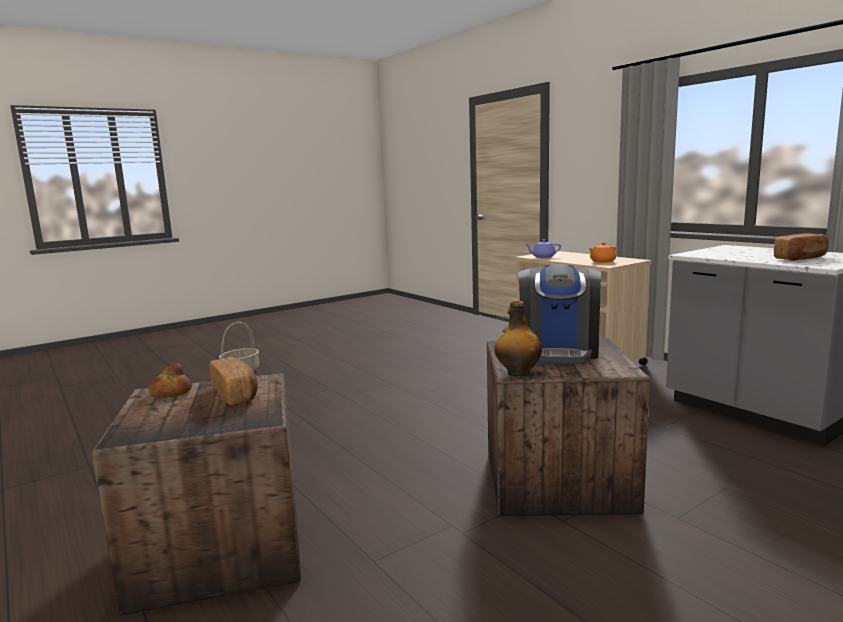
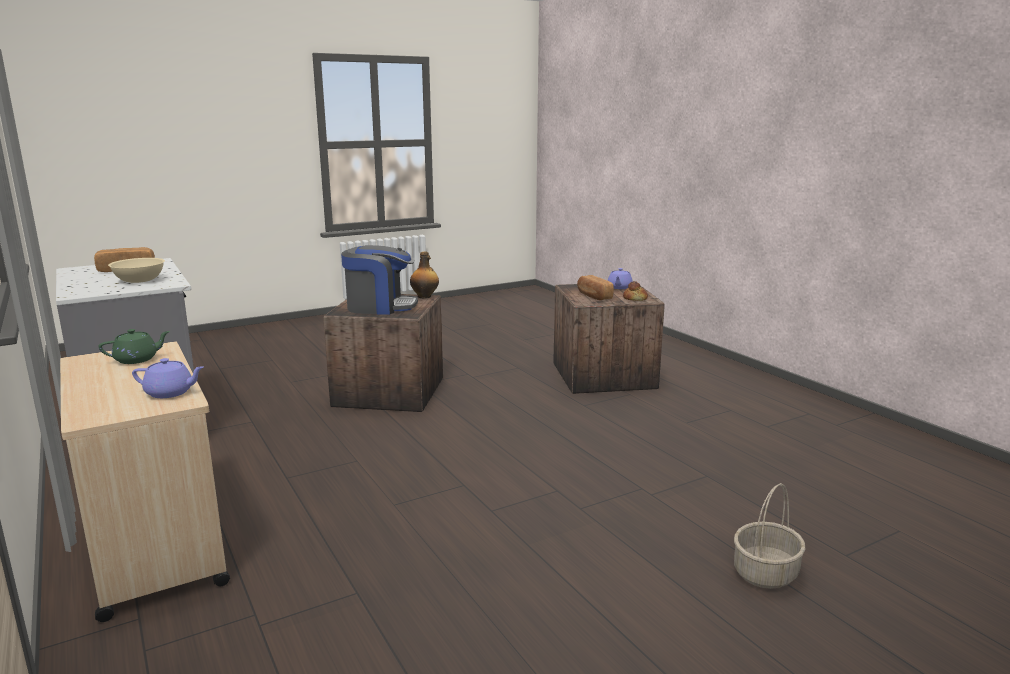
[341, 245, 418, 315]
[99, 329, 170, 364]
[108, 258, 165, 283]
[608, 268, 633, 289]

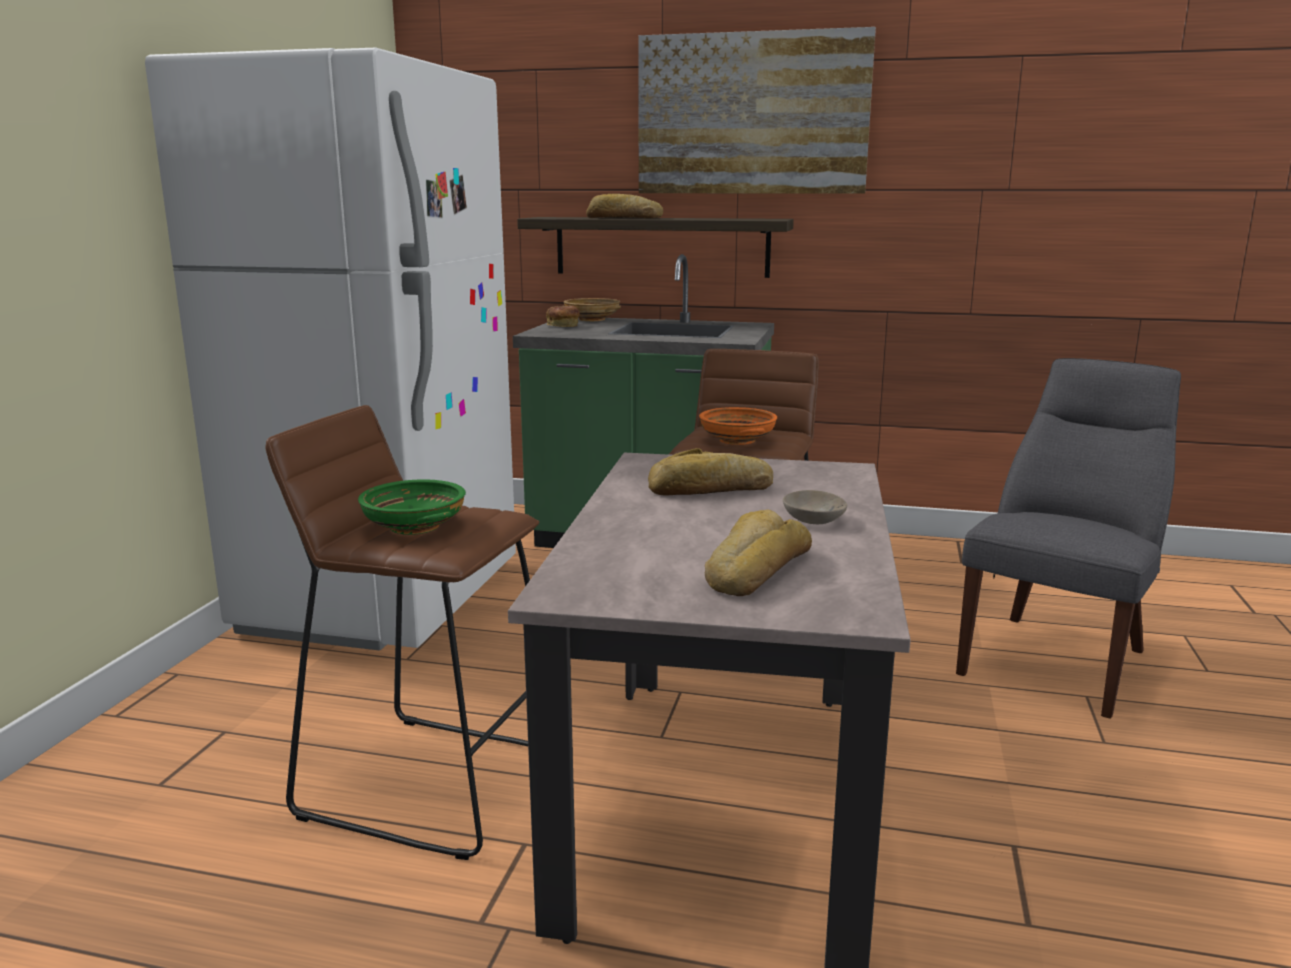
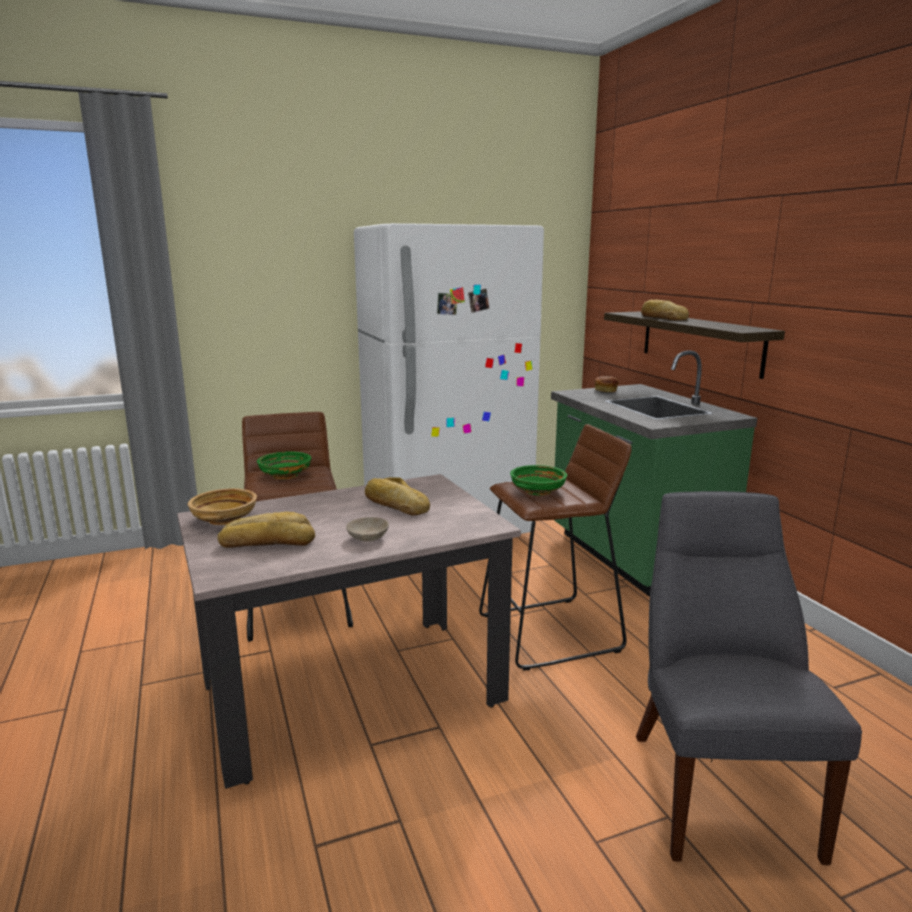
[187, 488, 257, 525]
[638, 27, 876, 194] (first image)
[510, 465, 567, 495]
[636, 491, 862, 865]

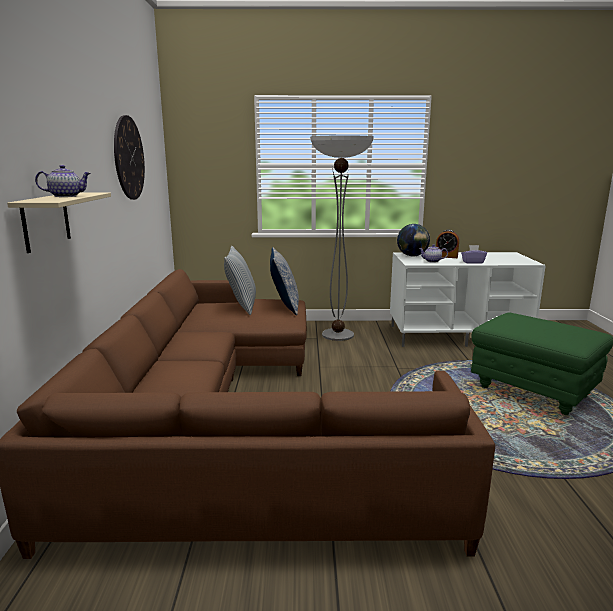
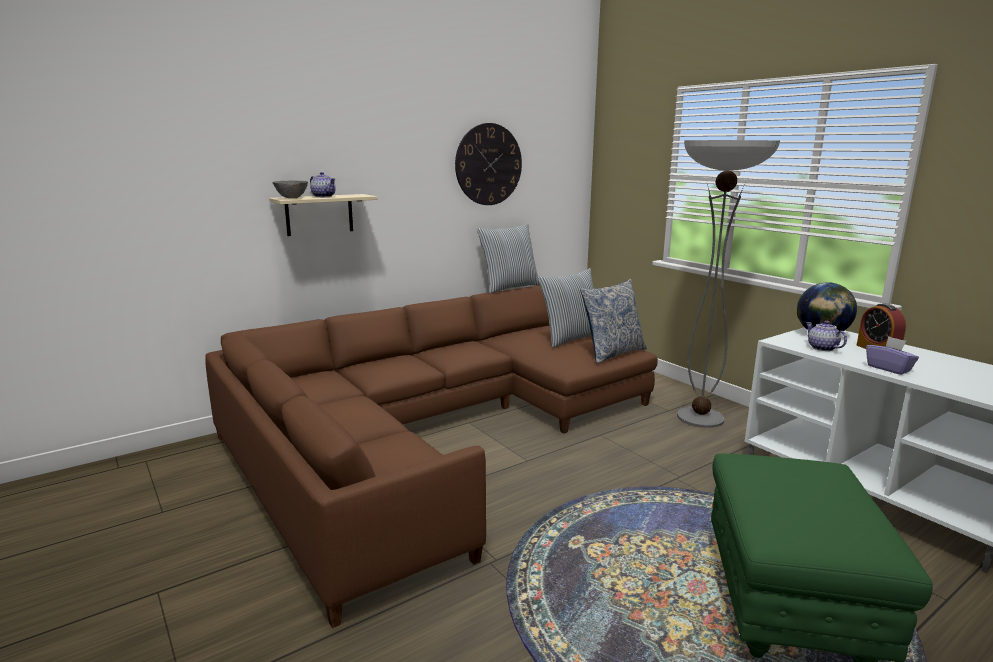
[272, 180, 308, 198]
[476, 223, 540, 294]

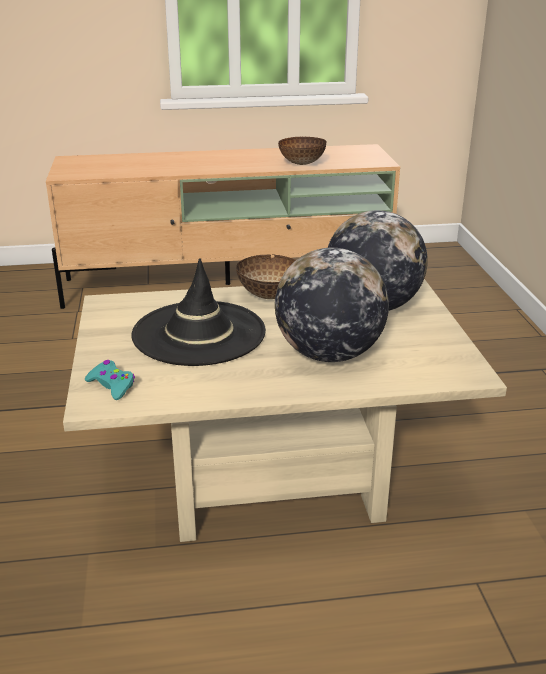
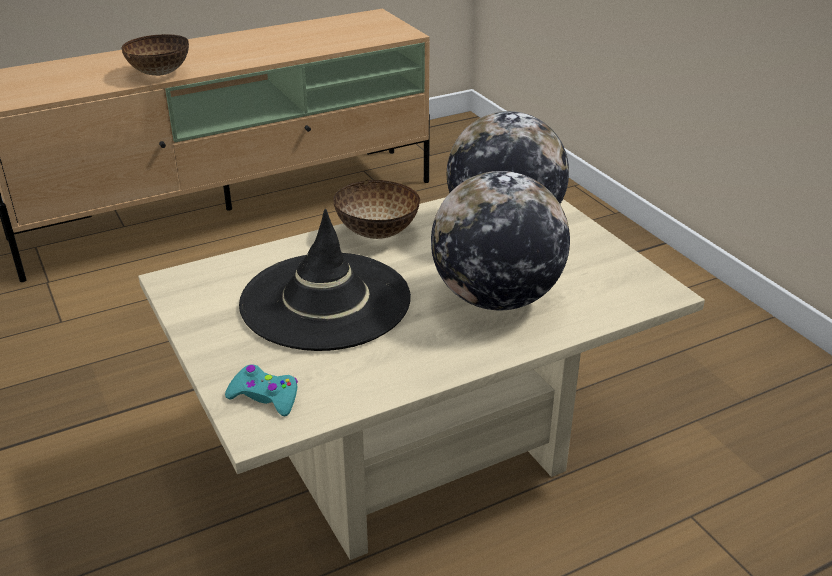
[121, 34, 189, 76]

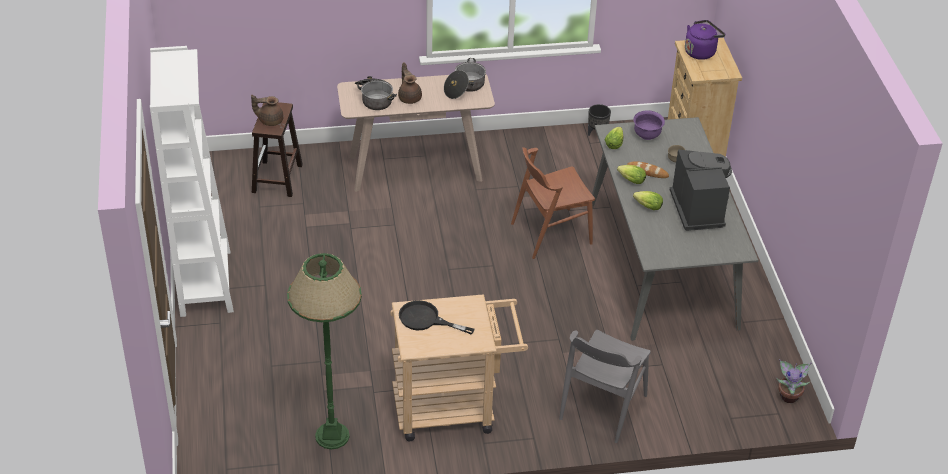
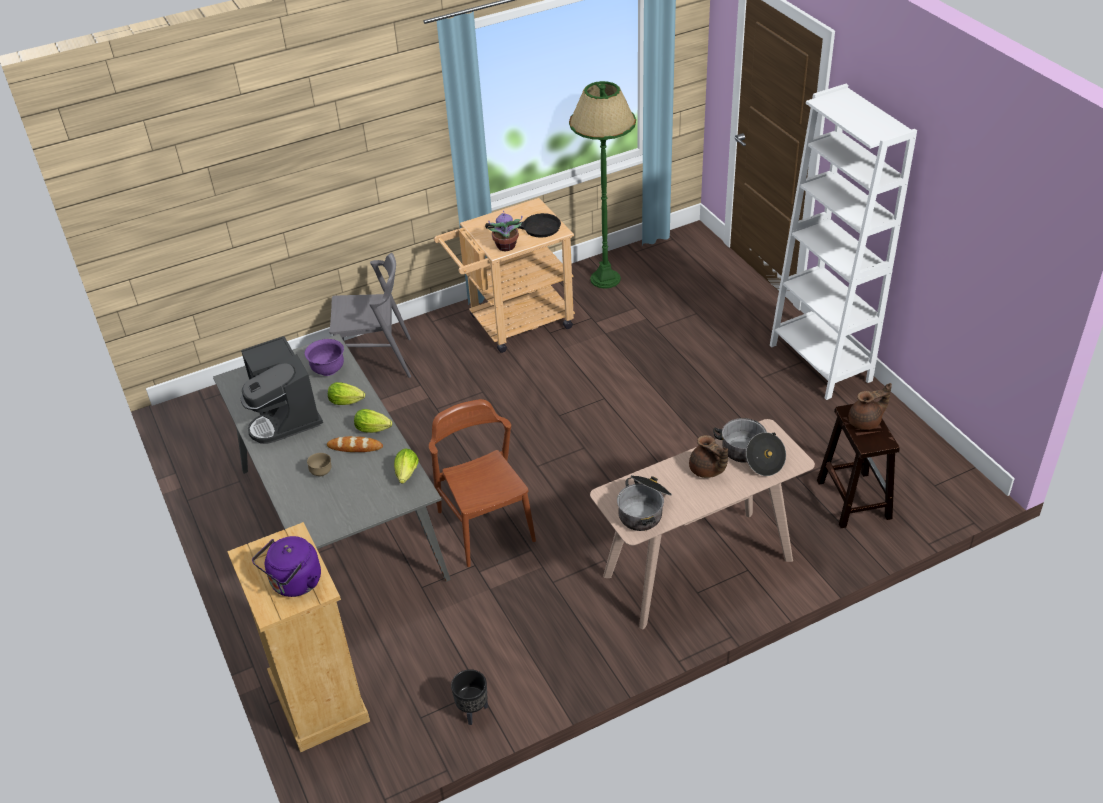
[429, 399, 536, 567]
[329, 253, 411, 378]
[305, 339, 344, 376]
[487, 211, 523, 251]

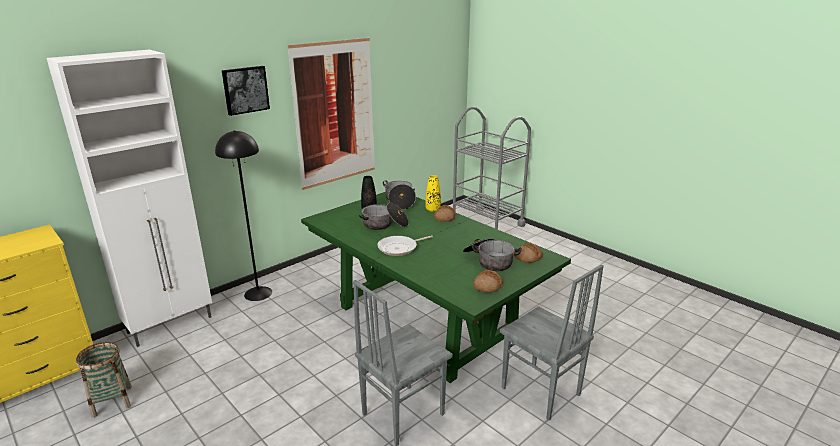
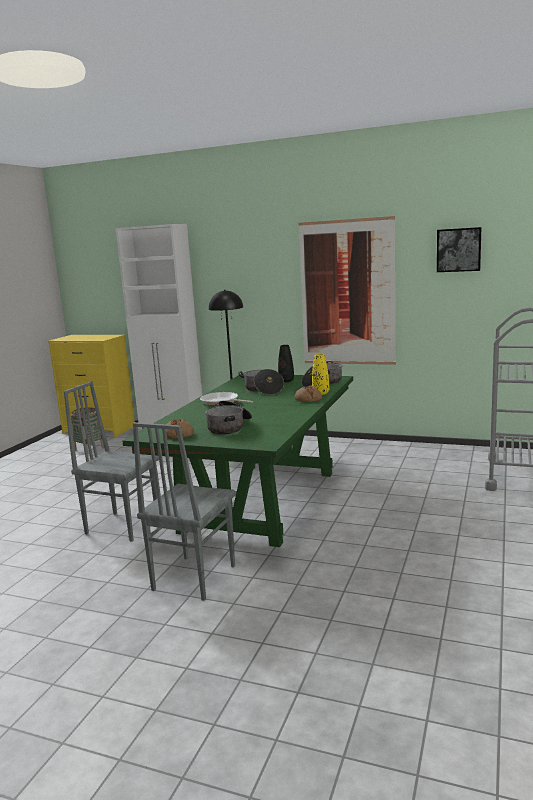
[437, 227, 481, 272]
[515, 243, 543, 263] (first image)

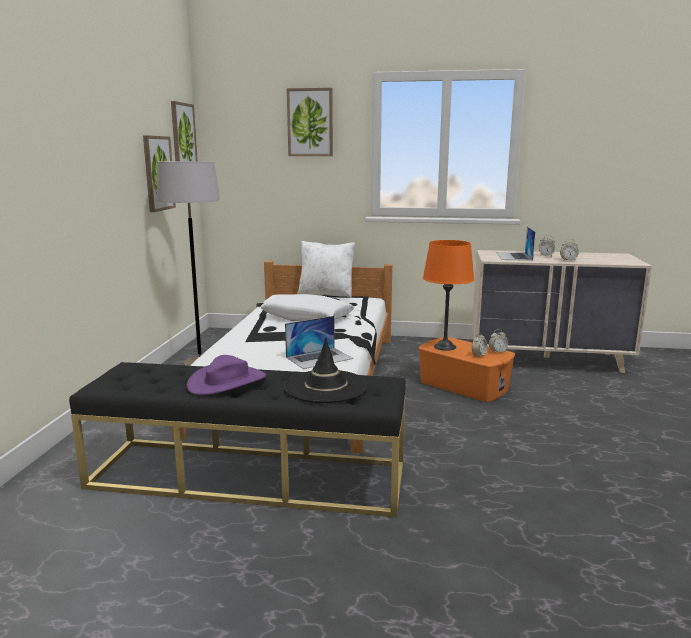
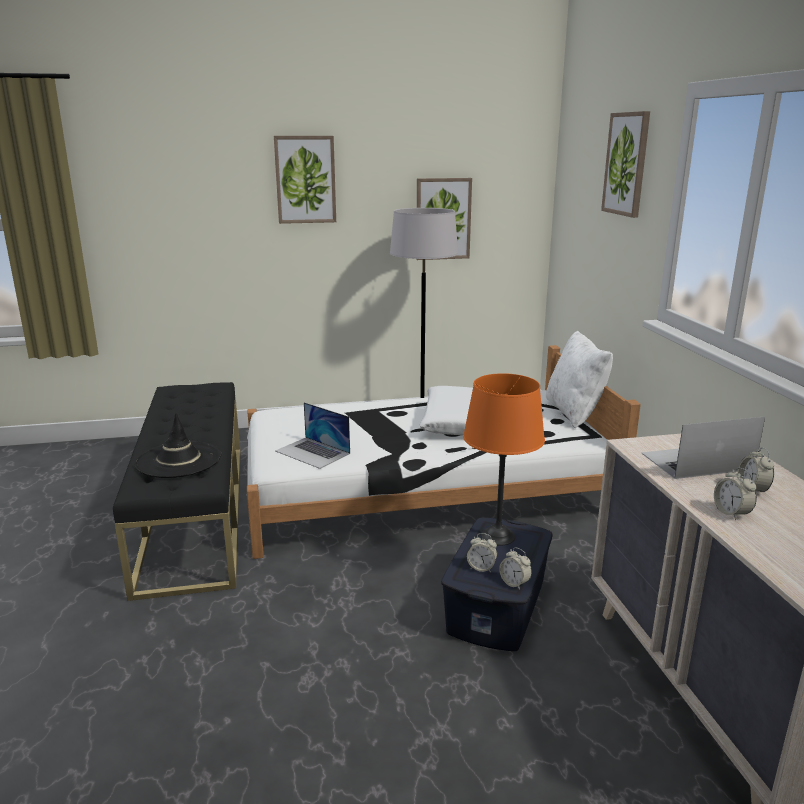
[274, 136, 336, 224]
[187, 355, 266, 395] (first image)
[441, 518, 553, 651]

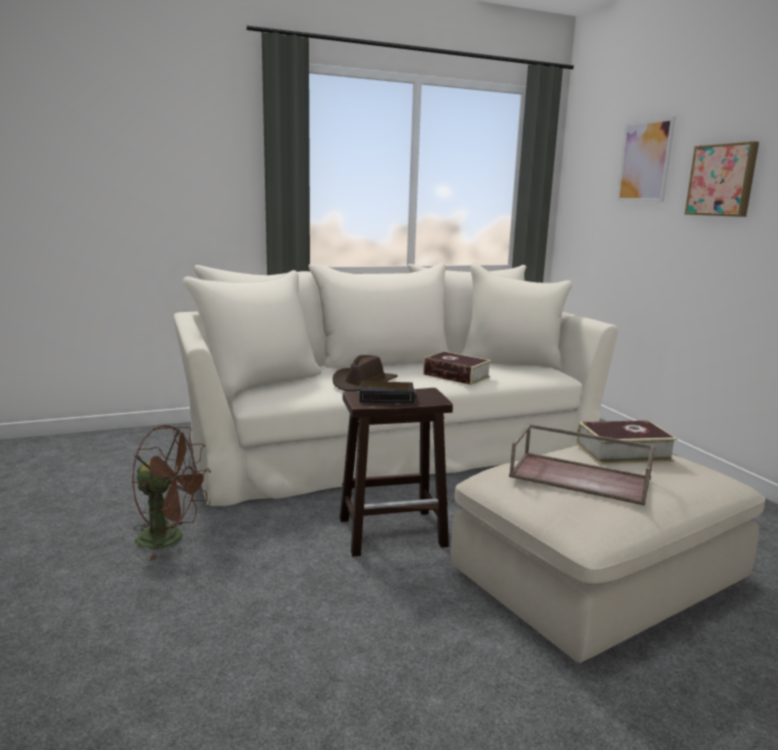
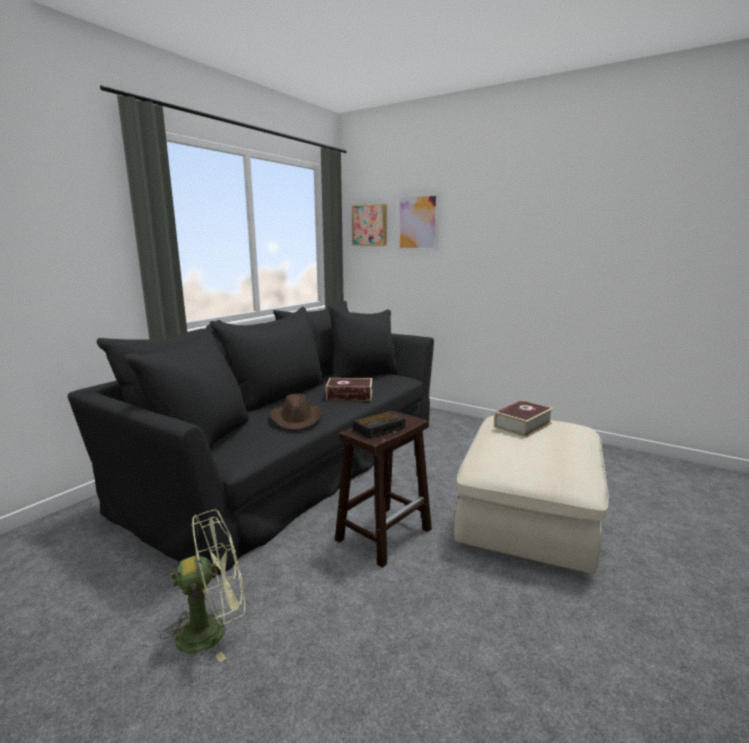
[160, 510, 245, 663]
[68, 301, 434, 578]
[509, 424, 656, 506] (first image)
[352, 204, 387, 245]

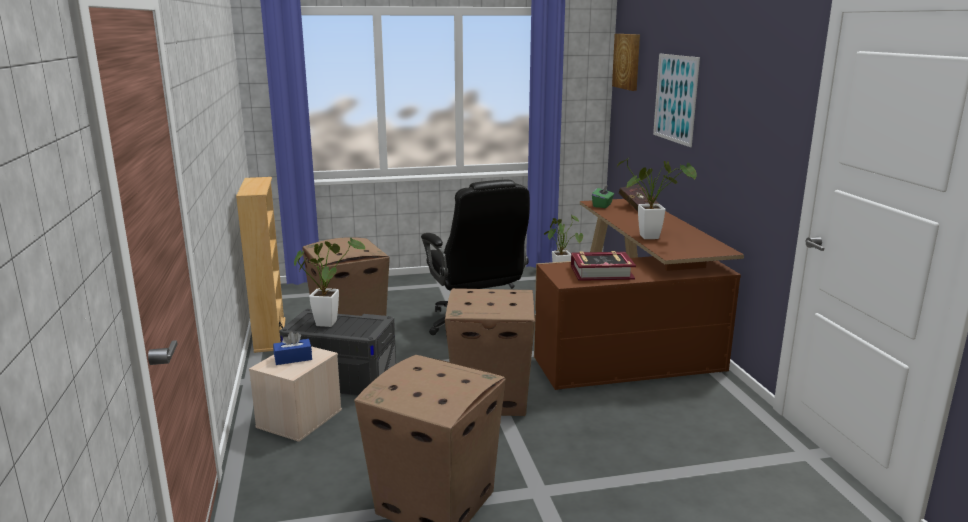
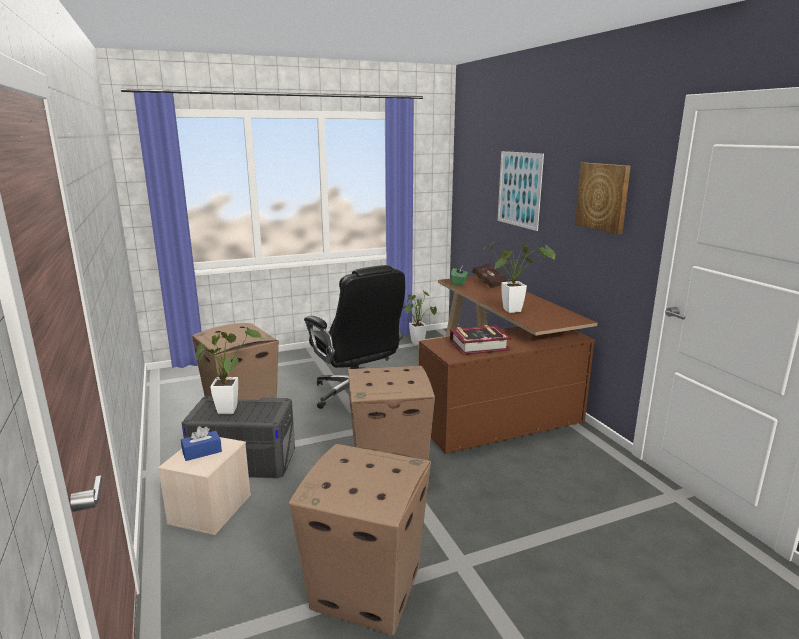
[236, 177, 286, 353] (first image)
[575, 162, 631, 234]

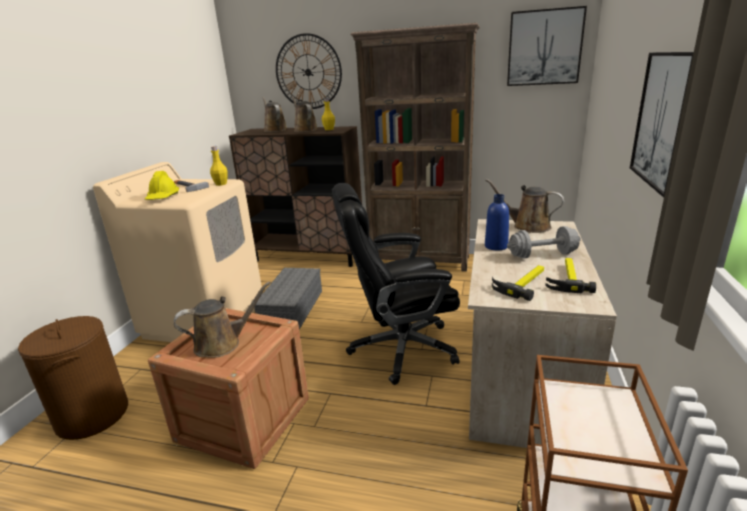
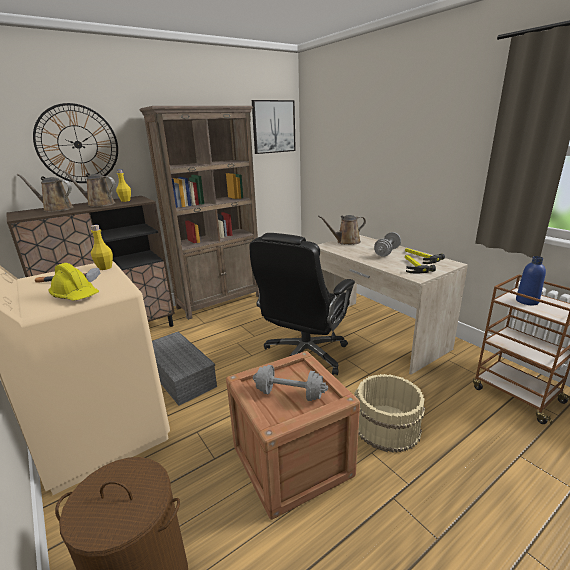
[253, 365, 328, 401]
[516, 256, 546, 305]
[630, 52, 694, 198] (first image)
[354, 374, 425, 452]

